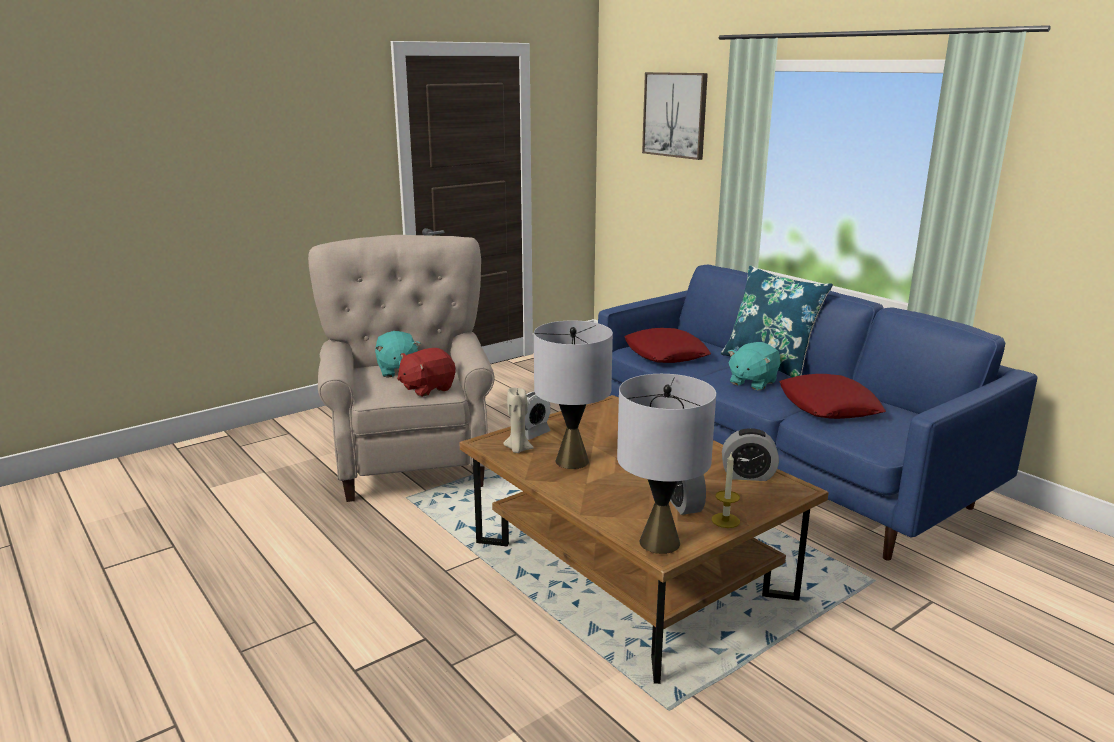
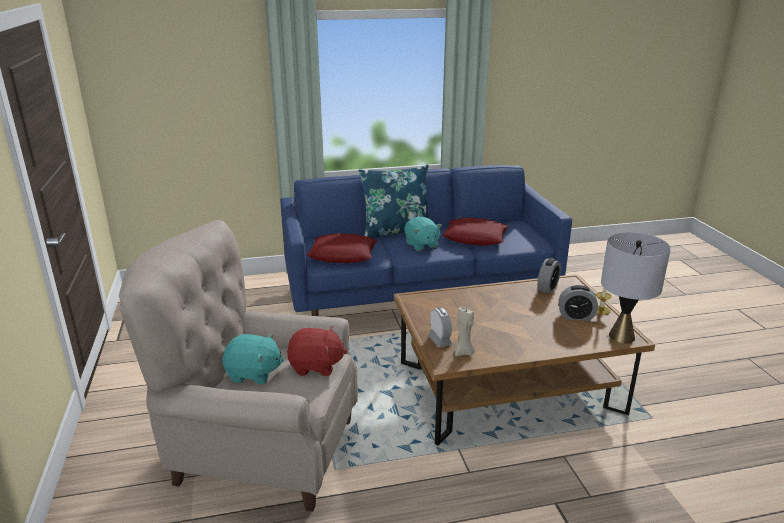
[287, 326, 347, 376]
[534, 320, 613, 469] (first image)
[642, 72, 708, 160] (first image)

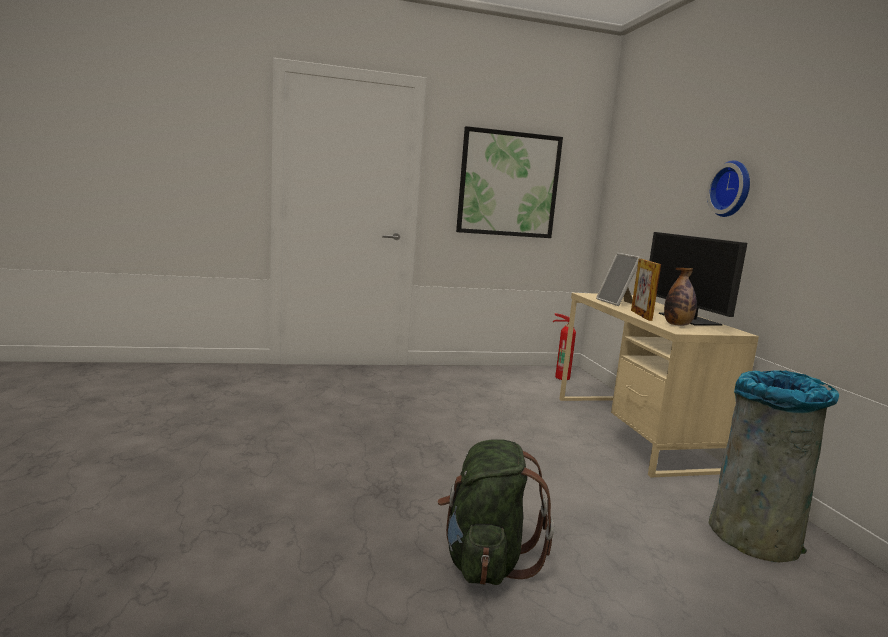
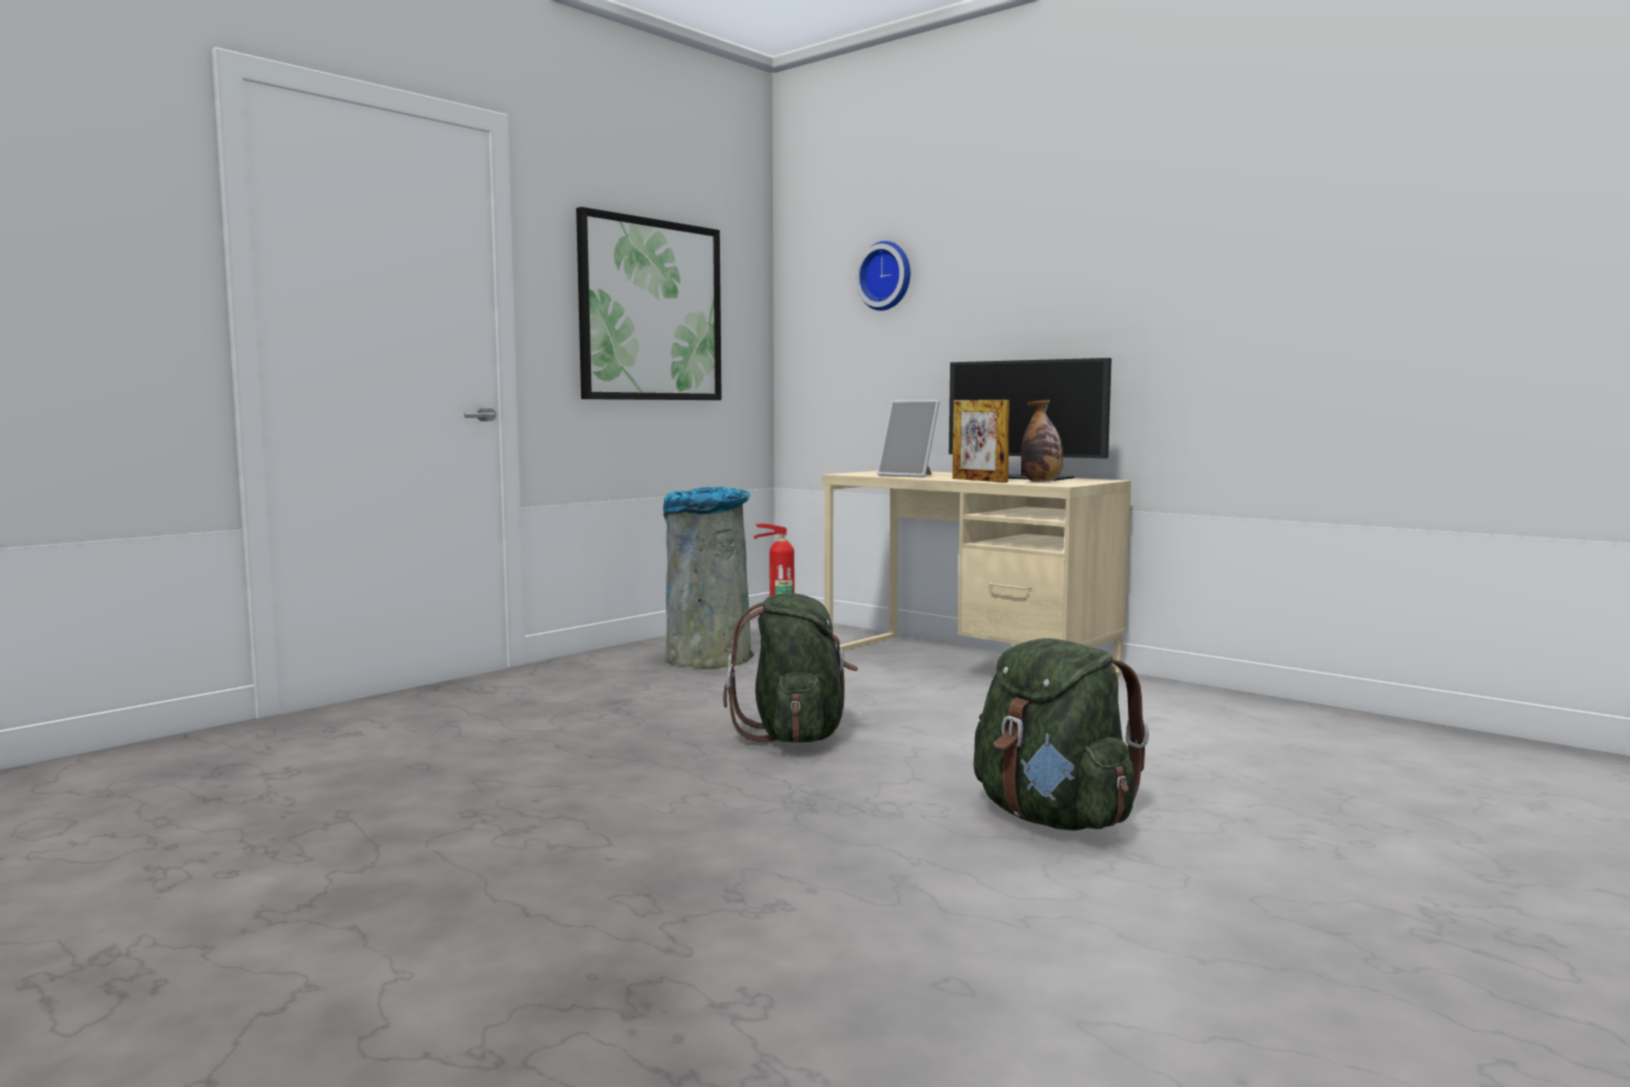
[855, 241, 910, 311]
[663, 487, 754, 668]
[723, 593, 858, 743]

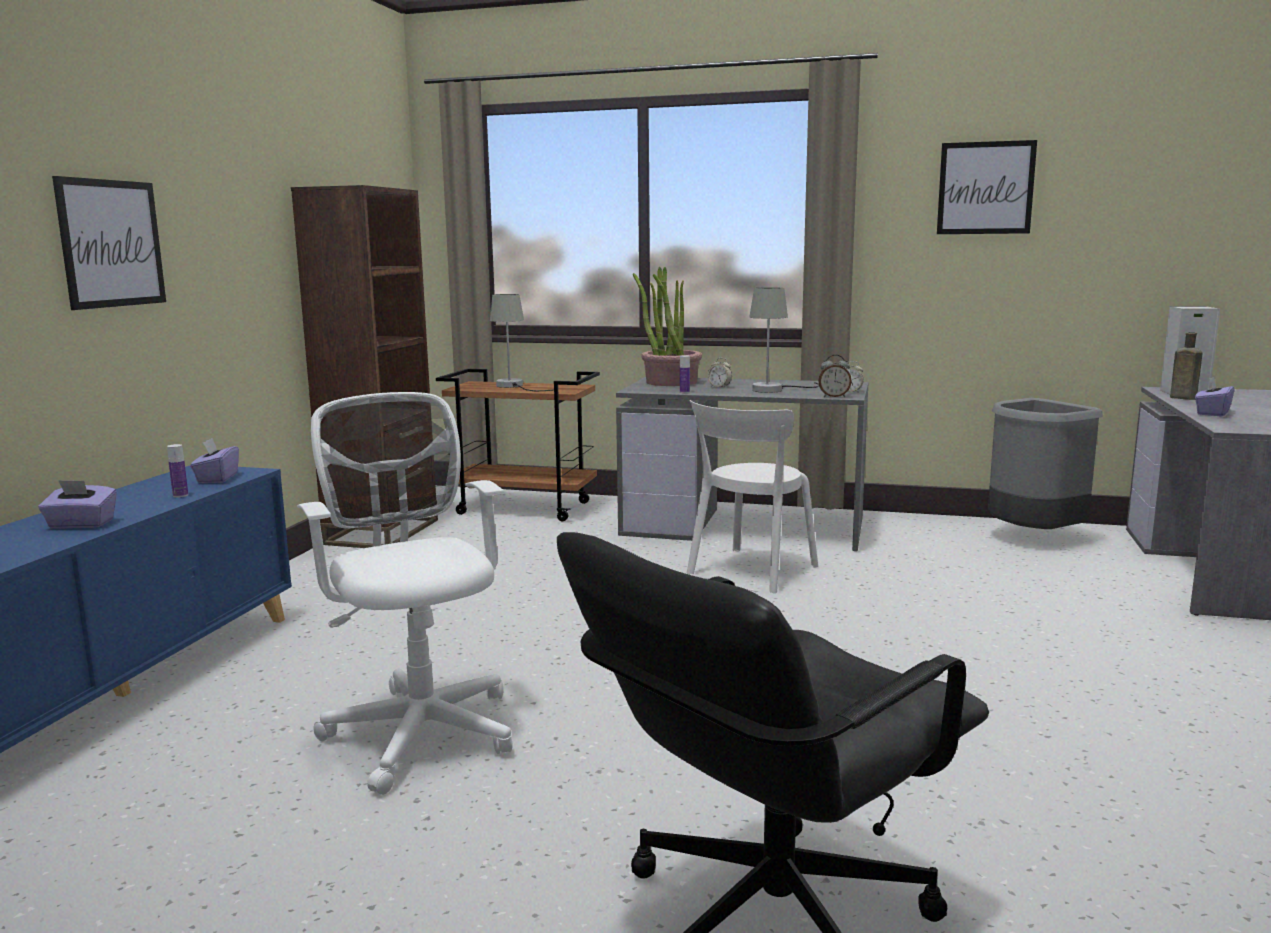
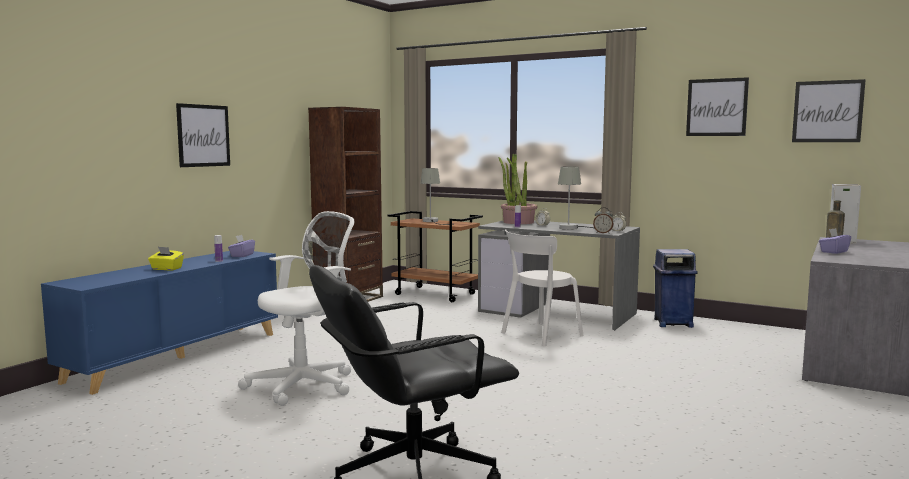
[148, 247, 184, 271]
[238, 211, 354, 406]
[988, 398, 1103, 529] (first image)
[653, 249, 698, 328]
[792, 79, 866, 142]

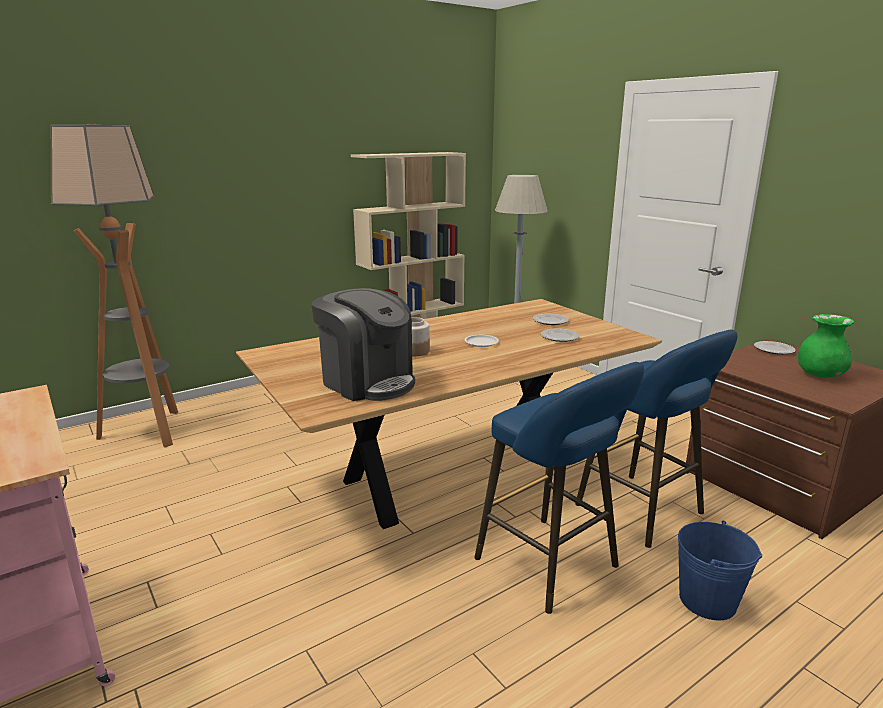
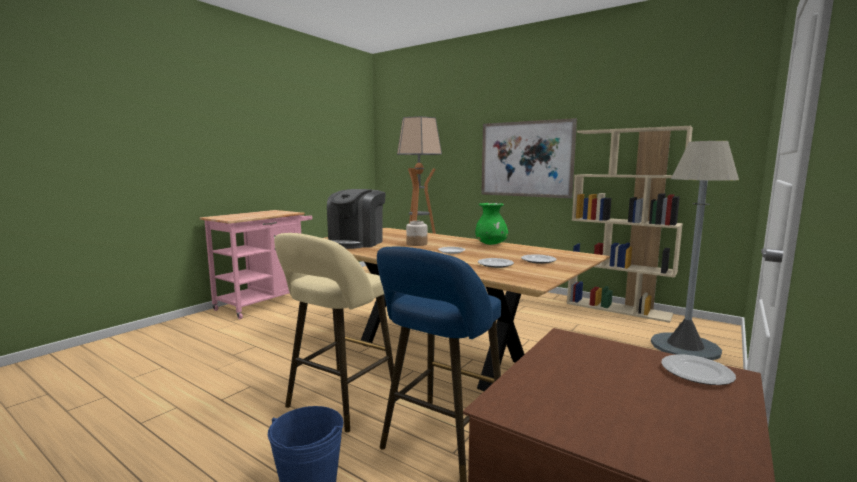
[274, 233, 398, 432]
[475, 203, 508, 245]
[481, 118, 577, 198]

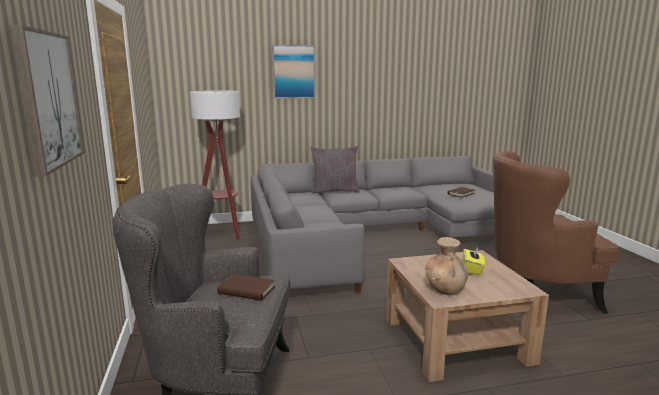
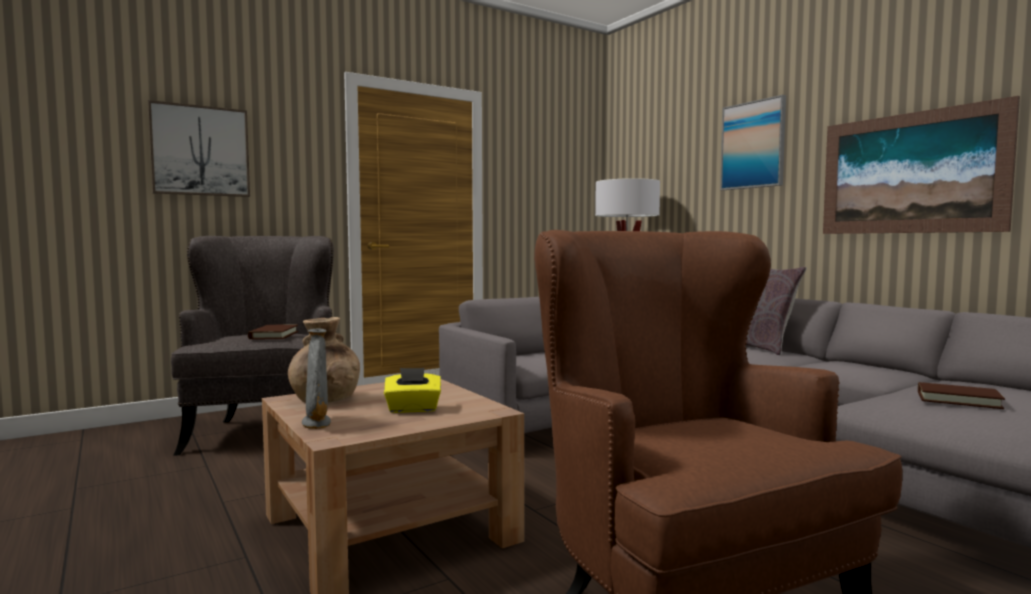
[302, 328, 331, 429]
[823, 96, 1020, 234]

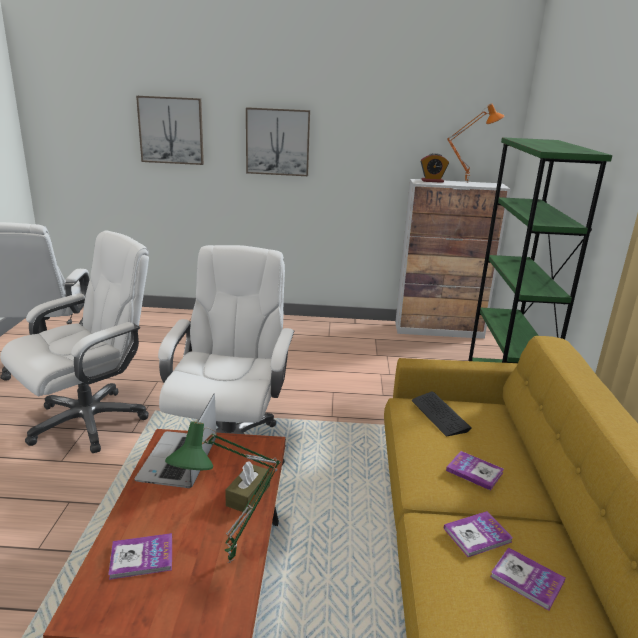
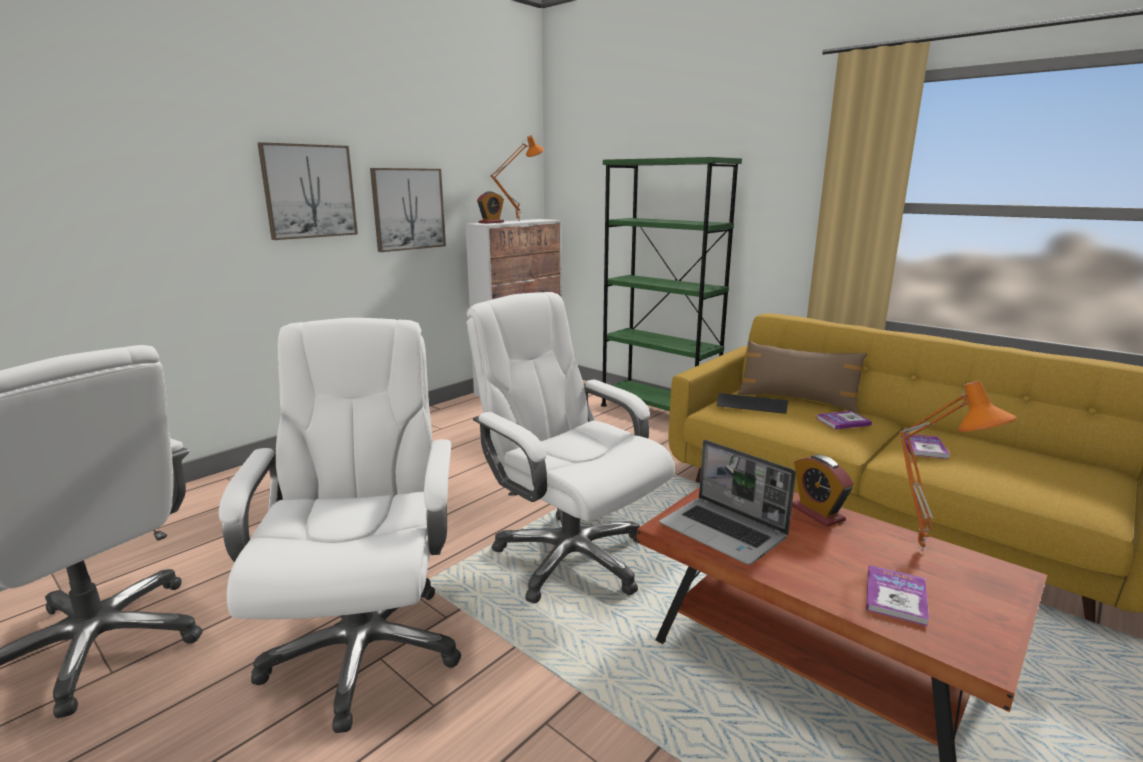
[370, 168, 446, 252]
[900, 381, 1017, 552]
[792, 454, 854, 527]
[490, 547, 565, 611] (first image)
[738, 341, 867, 413]

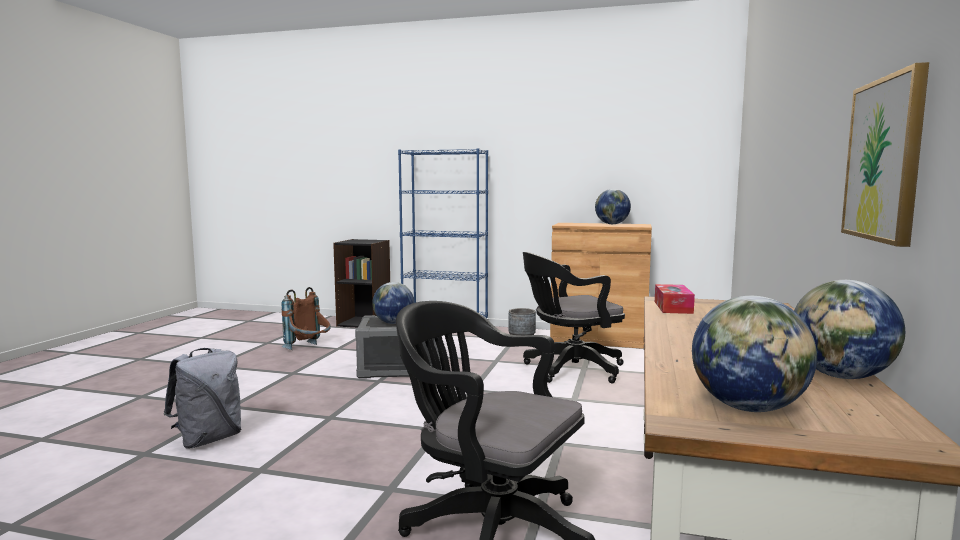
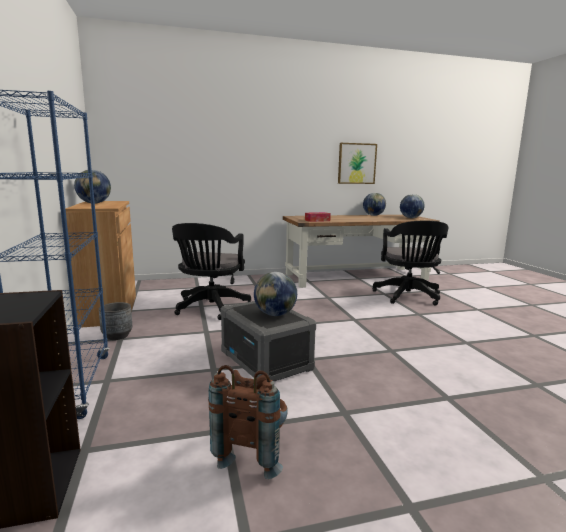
[164, 348, 242, 449] (first image)
[172, 223, 251, 320]

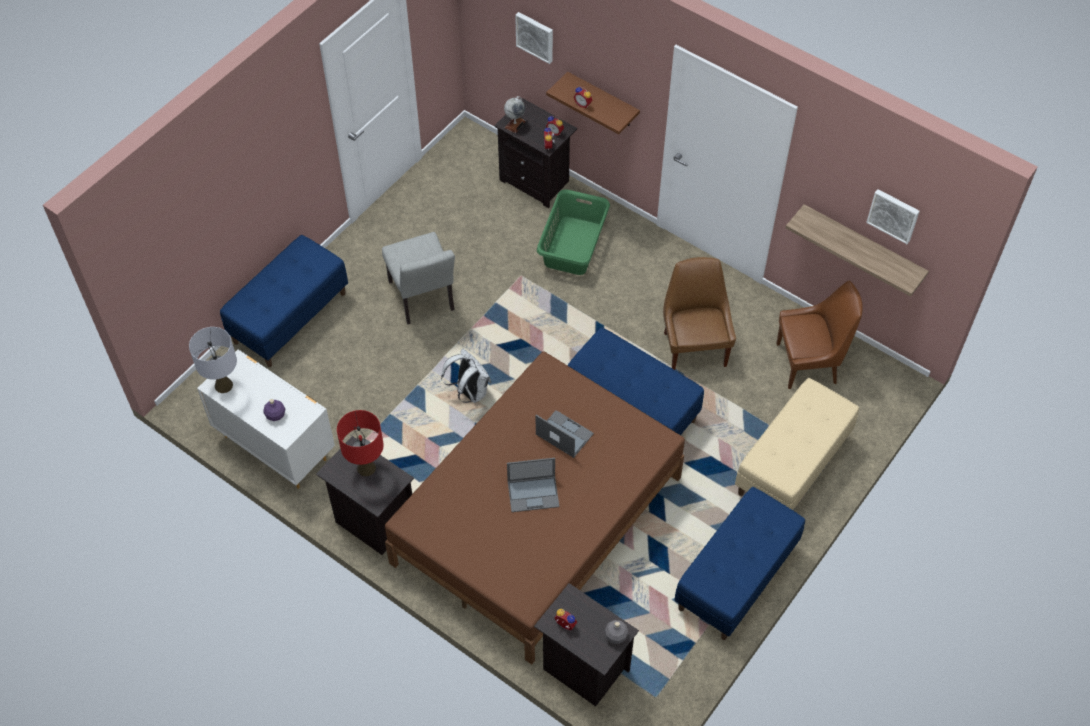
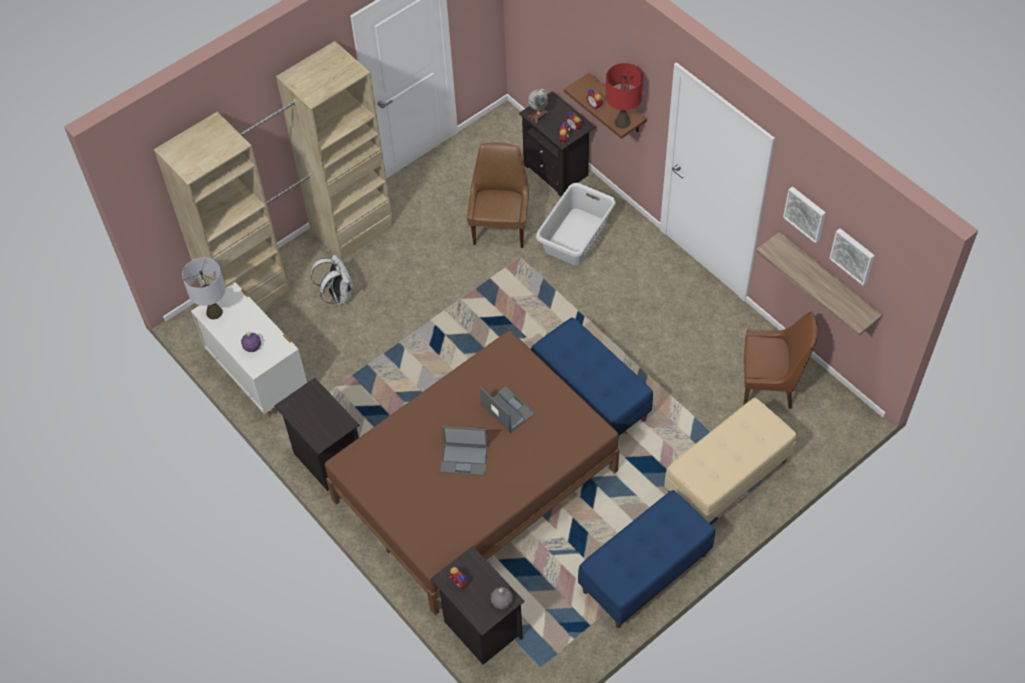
[154, 41, 393, 312]
[606, 63, 643, 128]
[382, 232, 455, 324] (first image)
[311, 254, 353, 305]
[783, 186, 826, 243]
[536, 183, 616, 266]
[467, 142, 529, 248]

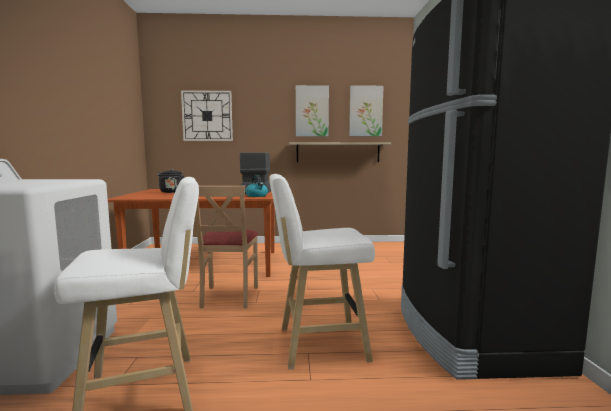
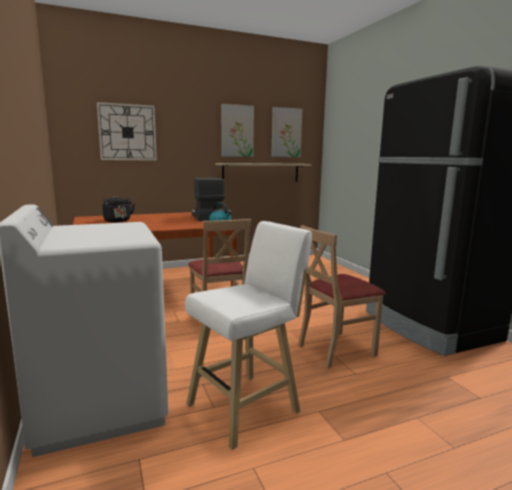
[298, 225, 386, 368]

